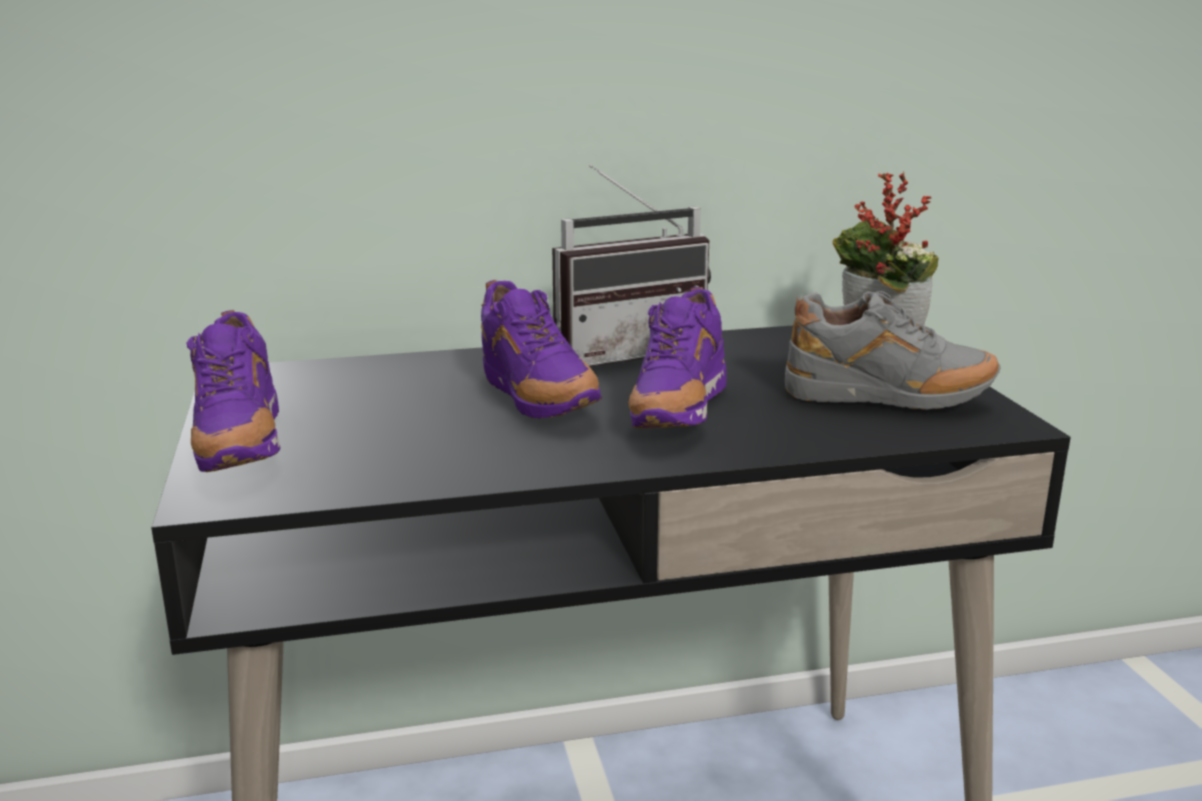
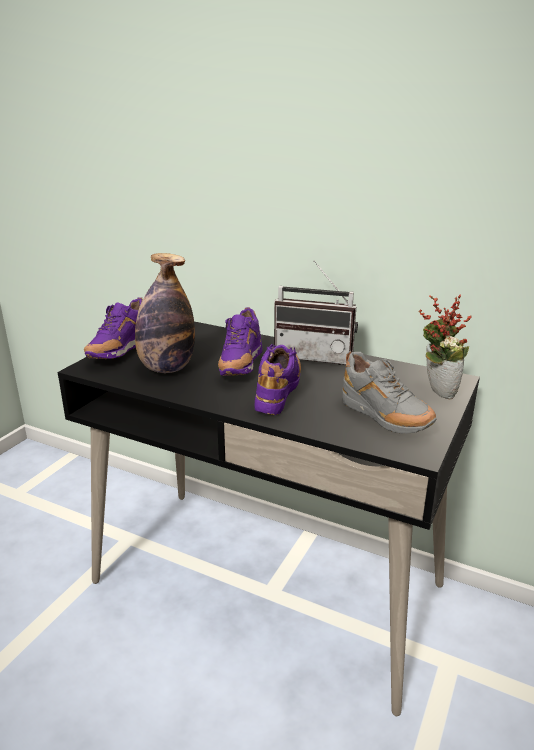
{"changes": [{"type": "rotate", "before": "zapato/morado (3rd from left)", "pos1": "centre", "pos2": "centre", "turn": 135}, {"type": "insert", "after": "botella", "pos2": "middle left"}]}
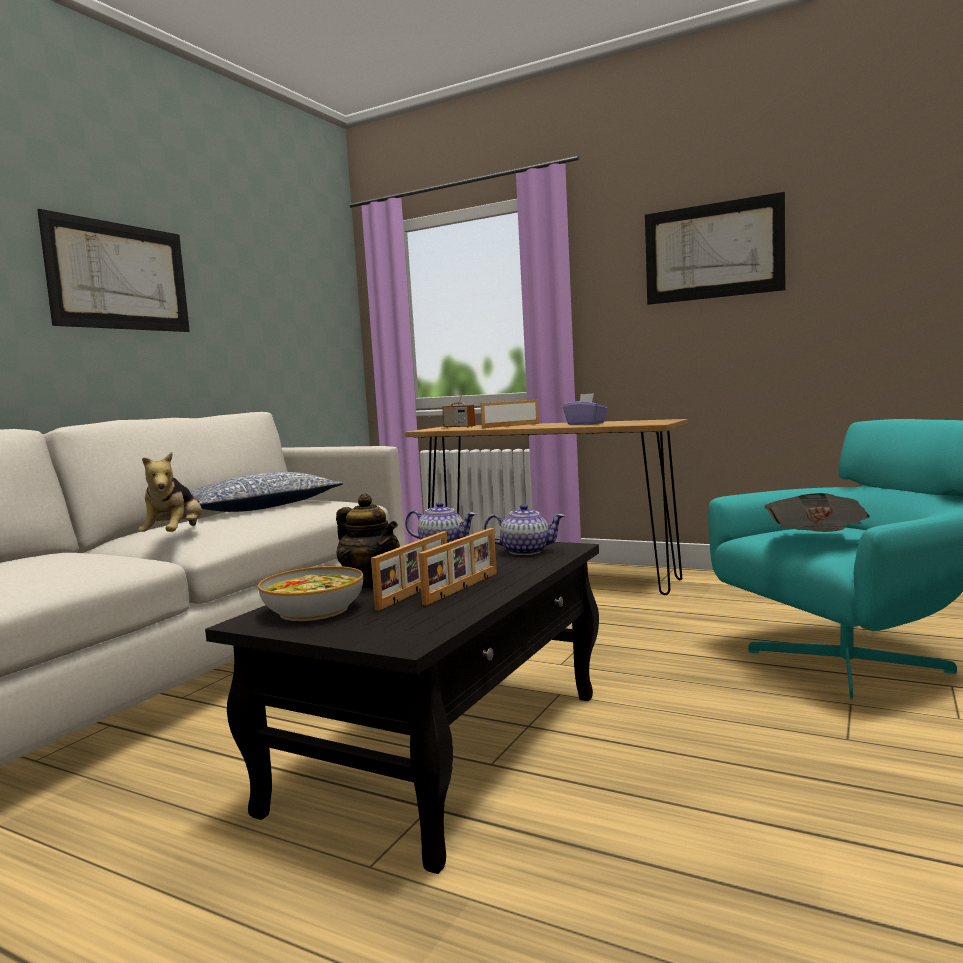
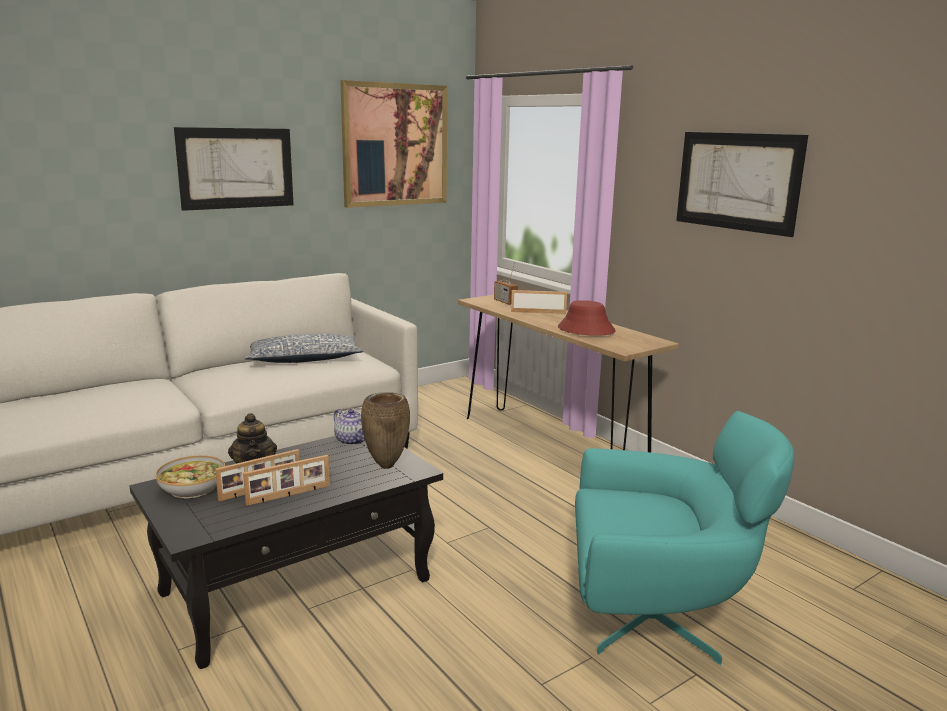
{"changes": [{"type": "replace", "before": "caja de pañuelos/morado", "after": "sombrero/rojo", "pos1": "centre", "pos2": "centre"}, {"type": "delete", "before": "peluche", "pos1": "middle left"}, {"type": "delete", "before": "periódico", "pos1": "middle right"}, {"type": "replace", "before": "tetera (3rd from left)", "after": "florero/marrón", "pos1": "centre", "pos2": "centre"}, {"type": "insert", "after": "cuadro (2nd from left)", "pos2": "top centre"}]}
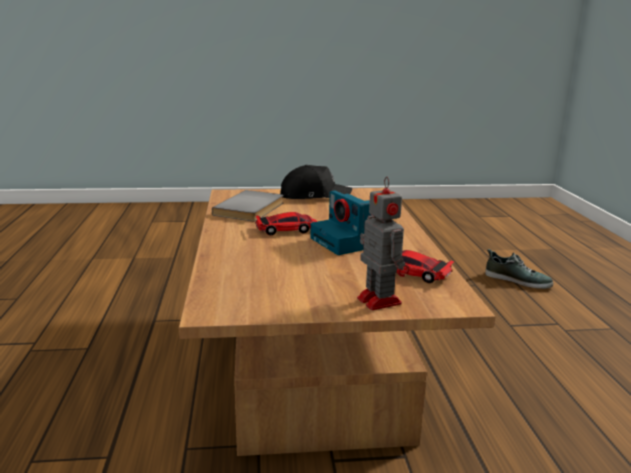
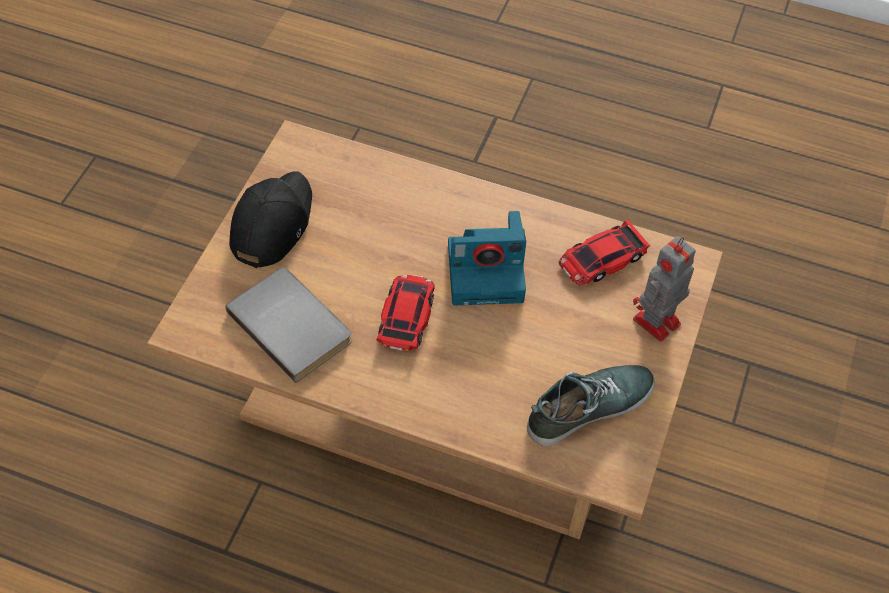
{"changes": [{"type": "rotate", "before": "robot de juguete", "pos1": "centre", "pos2": "middle right", "turn": -45}, {"type": "move", "before": "zapato", "pos1": "middle right", "pos2": "bottom centre"}]}
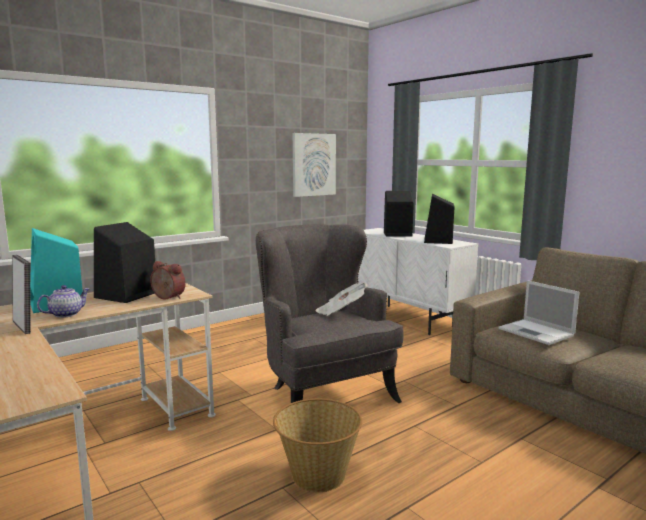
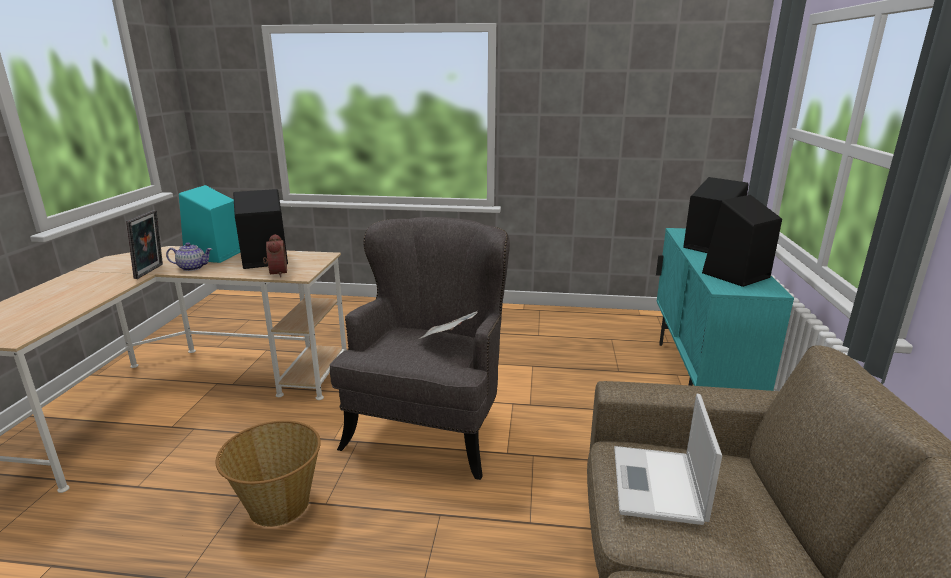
{"changes": [{"type": "delete", "before": "cuadro", "pos1": "top centre"}, {"type": "recolor", "before": "armario/blanco", "after": "armario/turquesa", "pos1": "centre", "pos2": "middle right"}]}
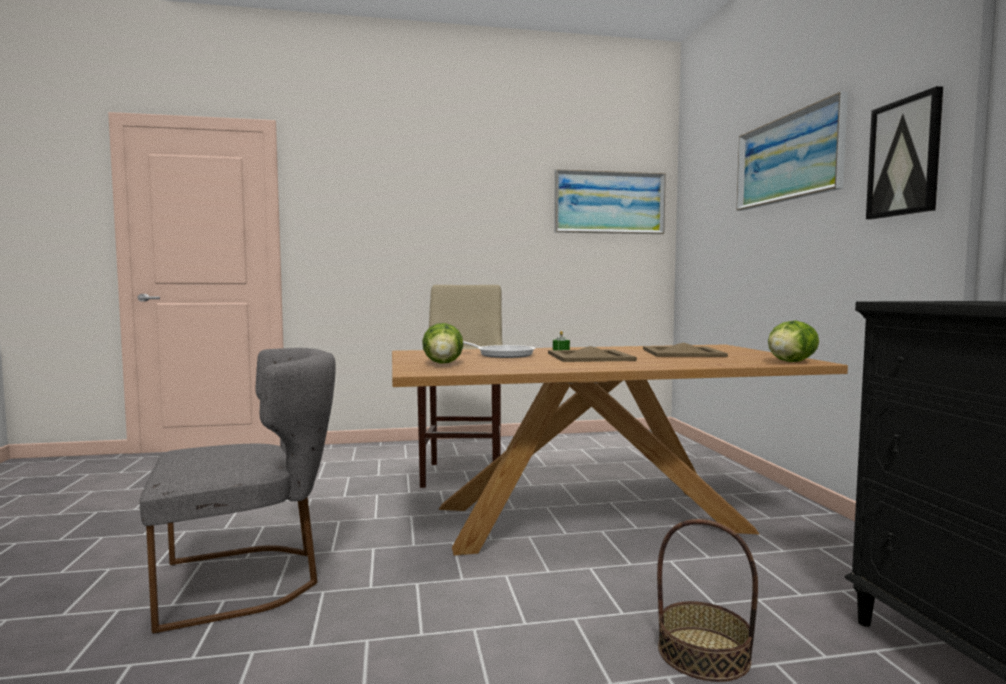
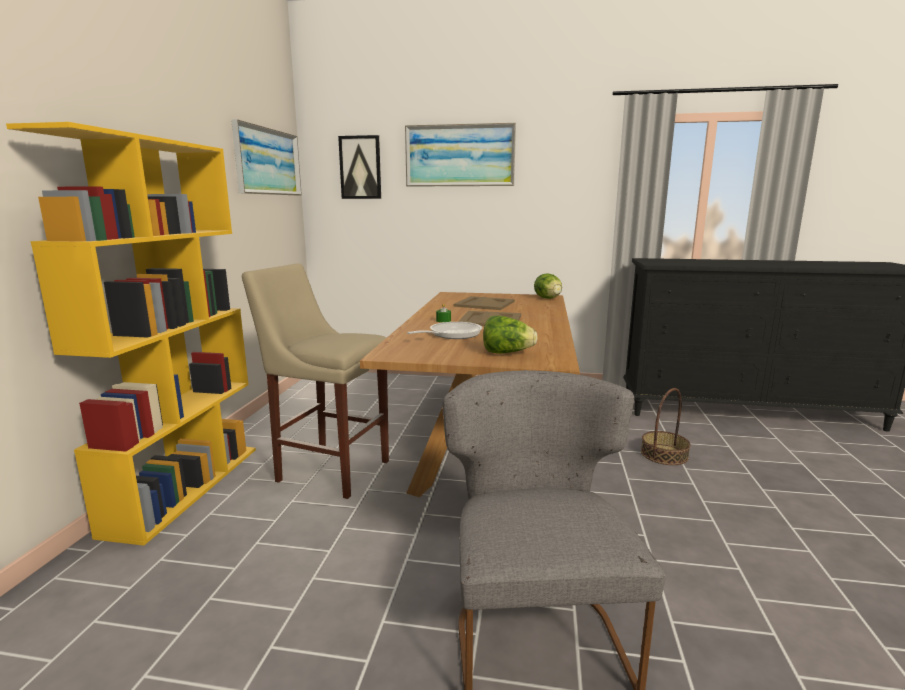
{"changes": [{"type": "move", "before": "cuadro (3rd from left in the first image)", "after": "cuadro (2nd from left)", "pos1": "top right", "pos2": "top centre"}, {"type": "insert", "after": "estantería/amarillo", "pos2": "middle left"}]}
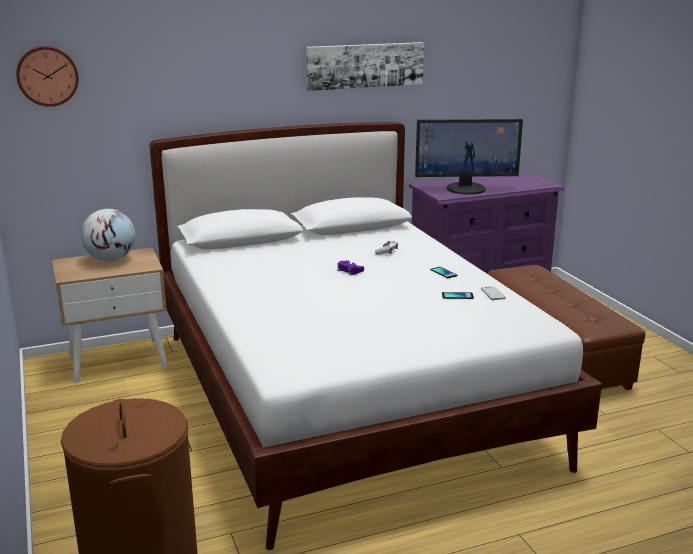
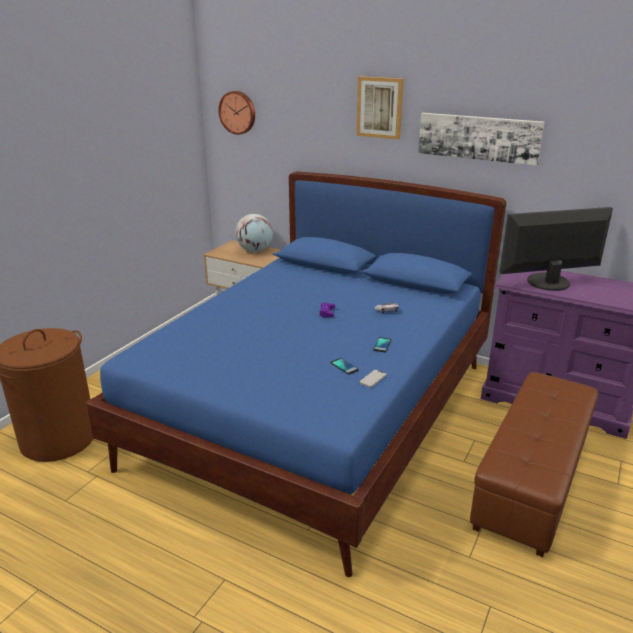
{"changes": [{"type": "rotate", "before": "monitor", "pos1": "top right", "pos2": "middle right", "turn": 120}, {"type": "recolor", "before": "cama/blanco", "after": "cama/azul", "pos1": "centre", "pos2": "centre"}, {"type": "insert", "after": "cuadro (1st from left)", "pos2": "top centre"}]}
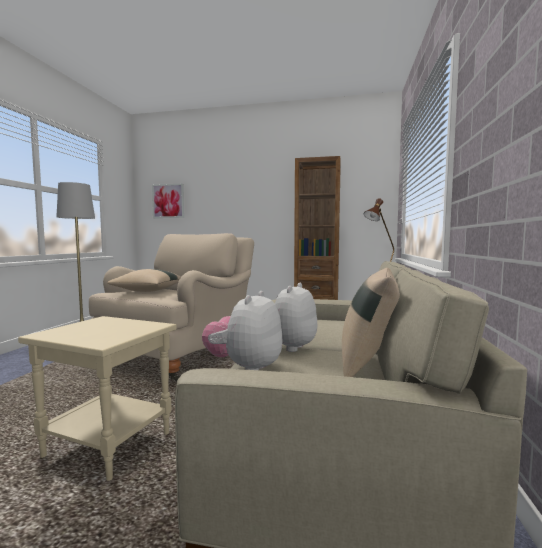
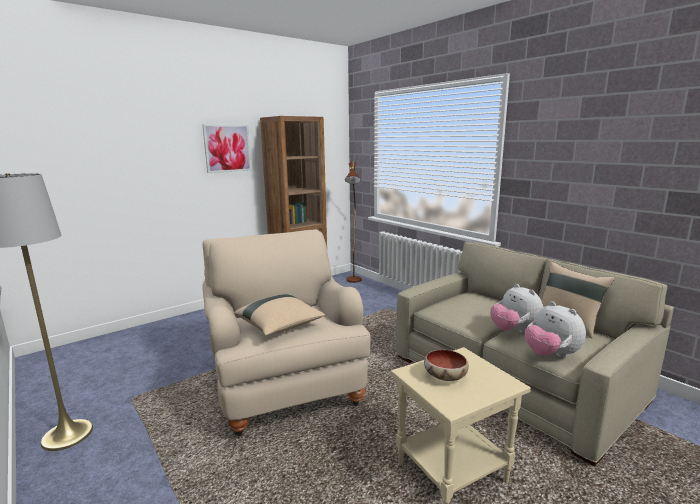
{"changes": [{"type": "move", "before": "cuadro", "pos1": "middle left", "pos2": "top left"}, {"type": "insert", "after": "cuenco", "pos2": "bottom centre"}]}
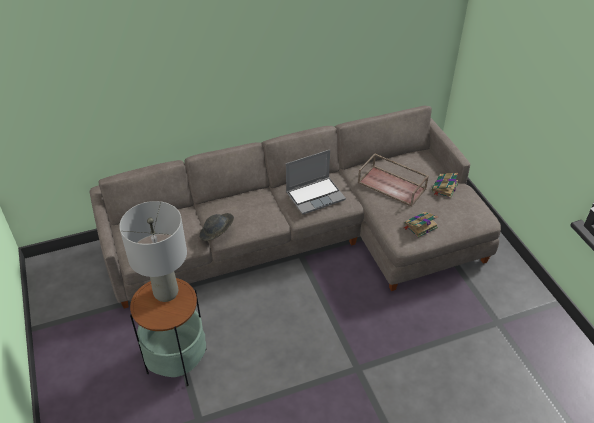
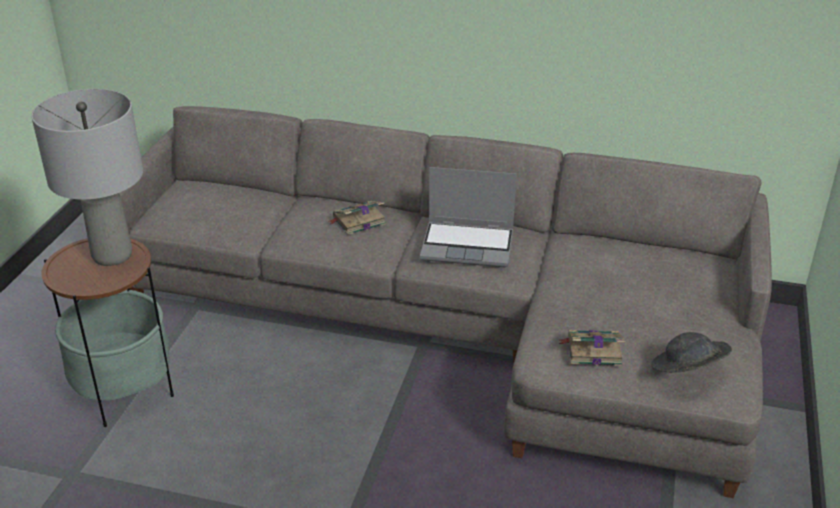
{"changes": [{"type": "delete", "before": "bandeja/marrón", "pos1": "centre"}, {"type": "move", "before": "libro (2nd from left in the first image)", "after": "libro (1st from left)", "pos1": "middle right", "pos2": "centre"}, {"type": "move", "before": "sombrero/gris", "pos1": "centre", "pos2": "bottom right"}]}
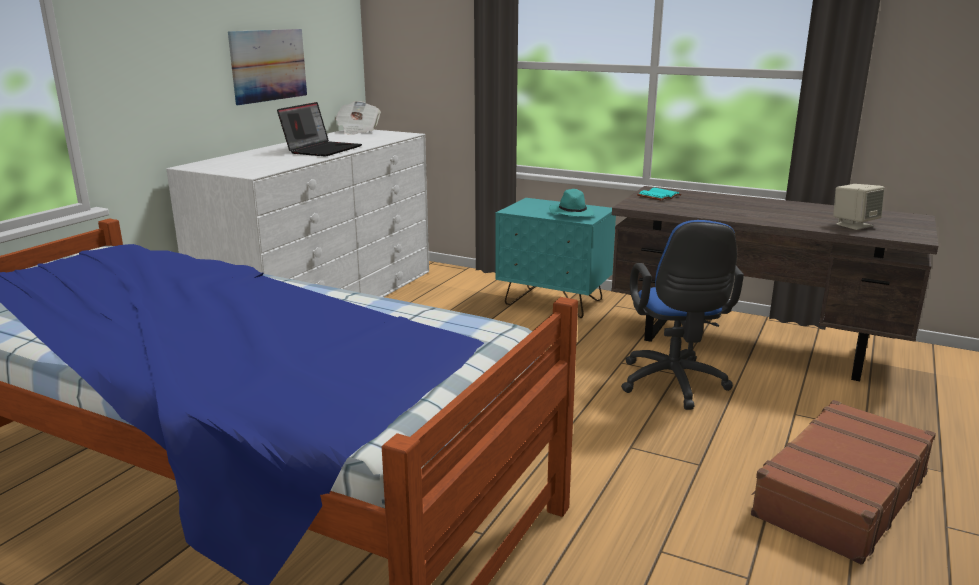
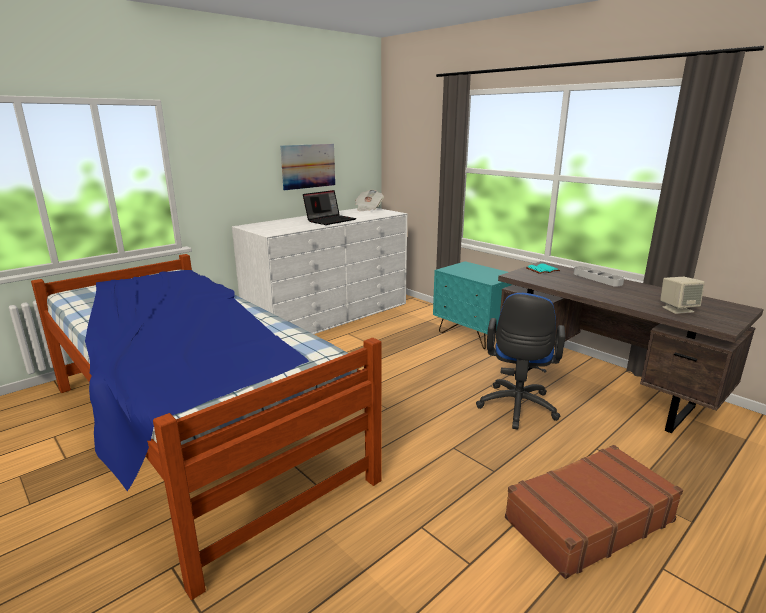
{"changes": [{"type": "delete", "before": "sombrero/turquesa", "pos1": "centre"}, {"type": "insert", "after": "bandeja/gris", "pos2": "middle right"}]}
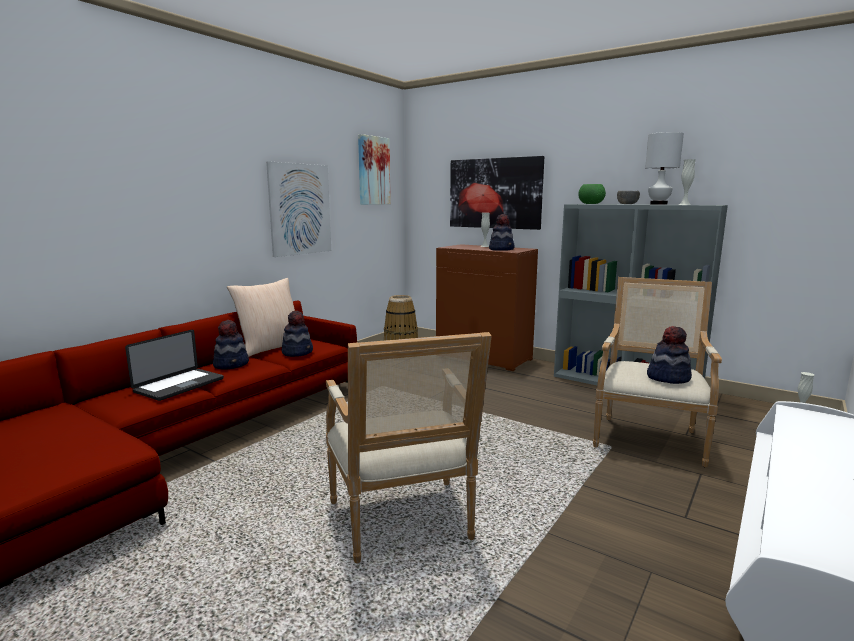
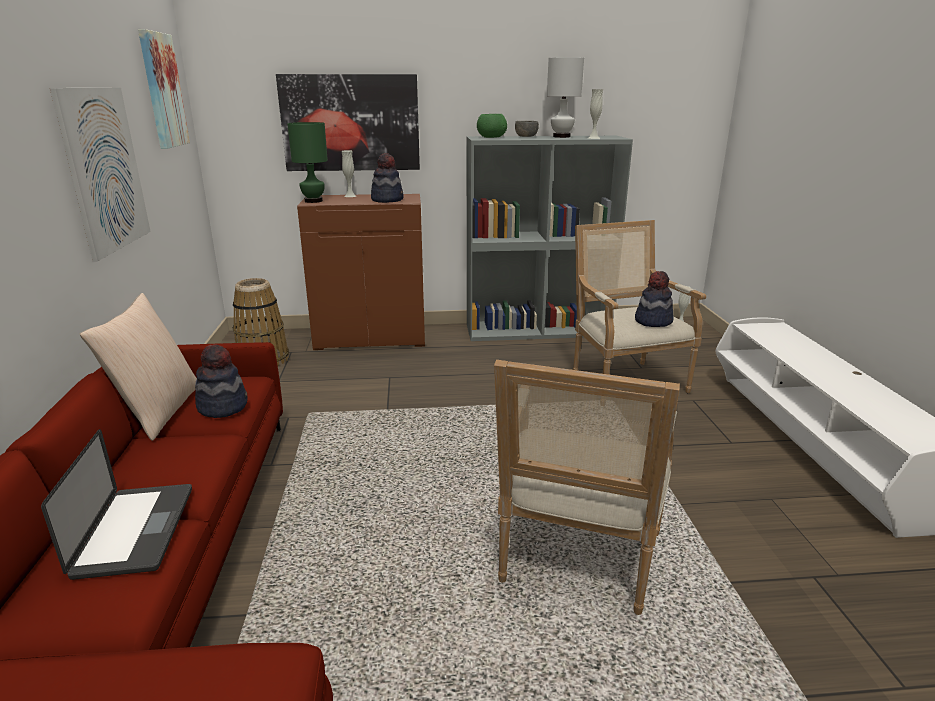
{"changes": [{"type": "delete", "before": "sombrero (1st from left)", "pos1": "middle left"}, {"type": "rotate", "before": "sillón (1st from left)", "pos1": "bottom centre", "pos2": "bottom centre", "turn": 75}, {"type": "insert", "after": "lámpara de mesa/verde", "pos2": "top left"}]}
